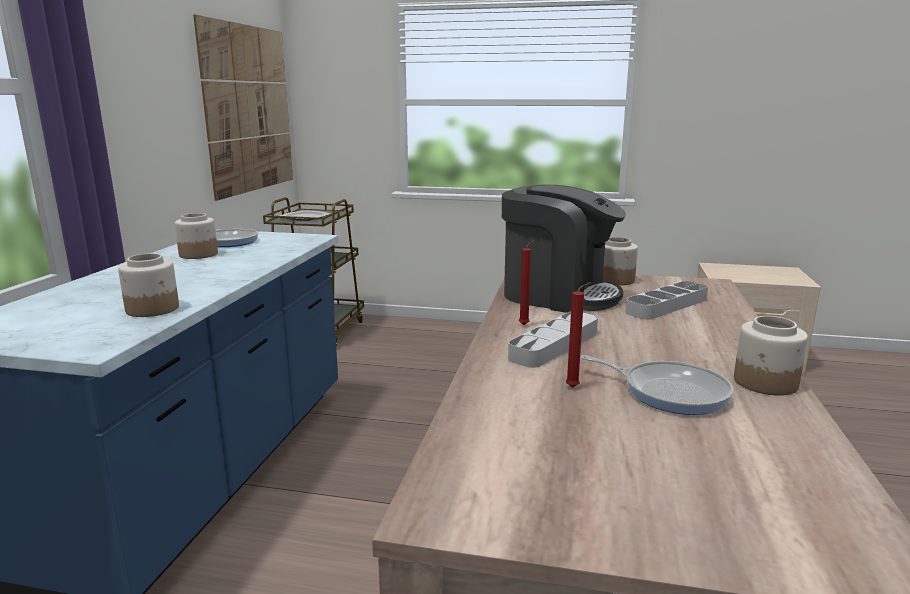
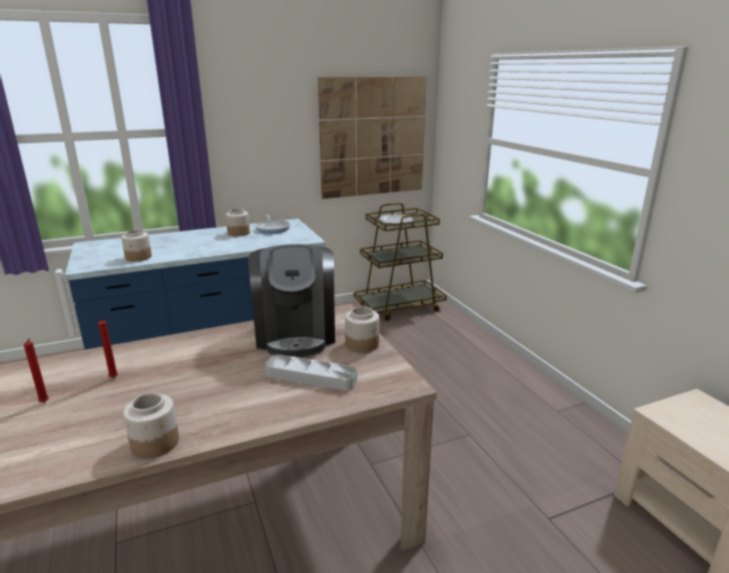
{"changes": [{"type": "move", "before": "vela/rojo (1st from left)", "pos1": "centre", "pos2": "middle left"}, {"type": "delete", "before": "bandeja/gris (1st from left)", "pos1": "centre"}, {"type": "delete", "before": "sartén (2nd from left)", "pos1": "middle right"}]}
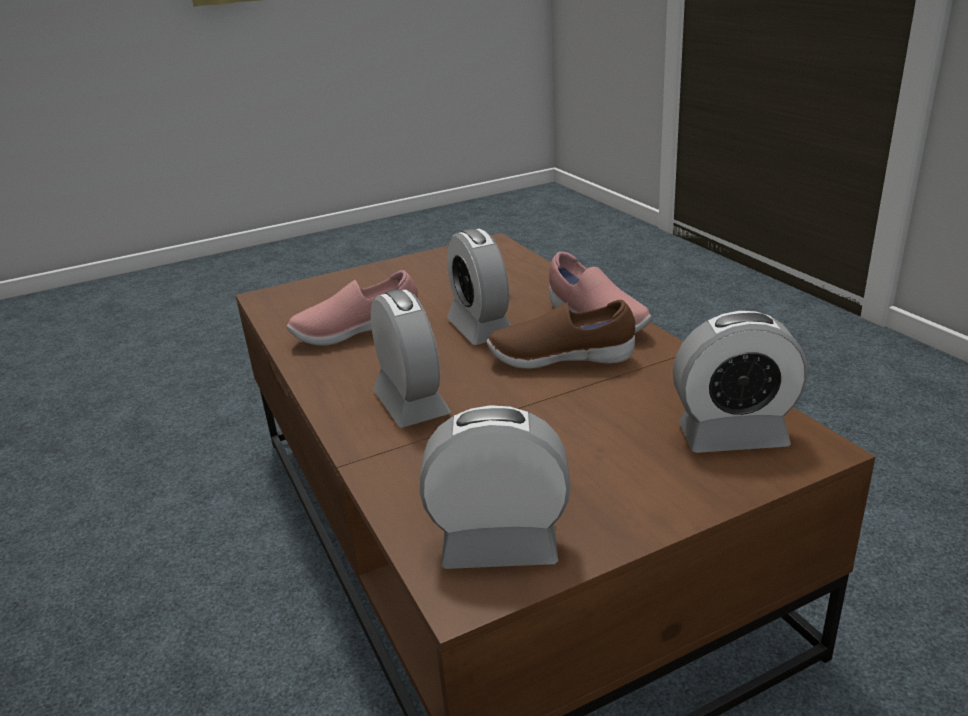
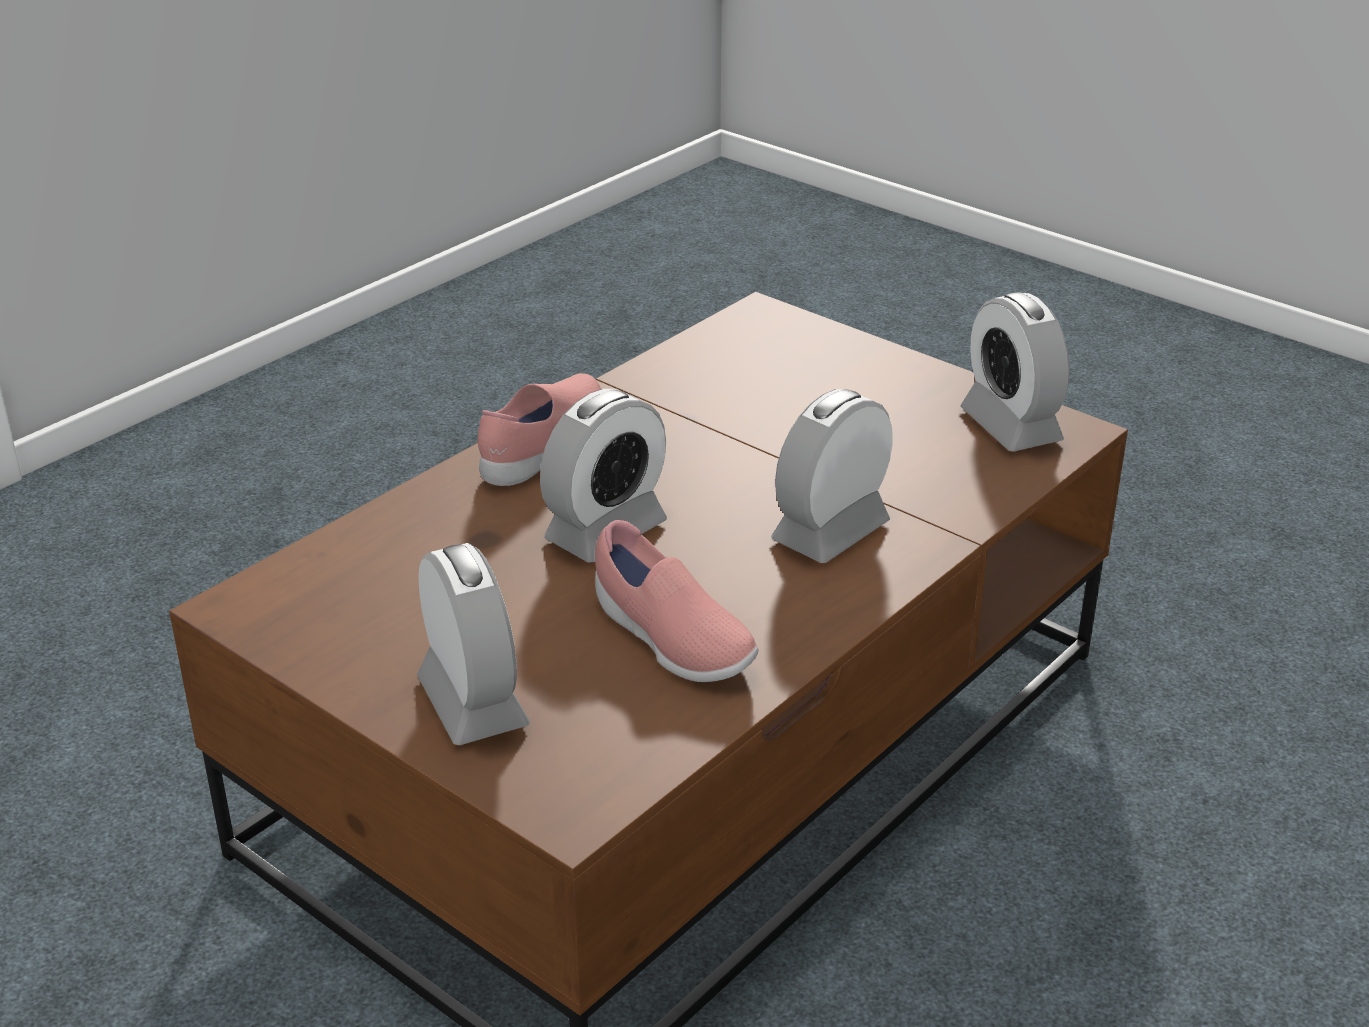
{"changes": [{"type": "delete", "before": "zapato/marrón", "pos1": "centre"}, {"type": "move", "before": "despertador (4th from left in the first image)", "after": "despertador (1st from left)", "pos1": "middle right", "pos2": "centre"}]}
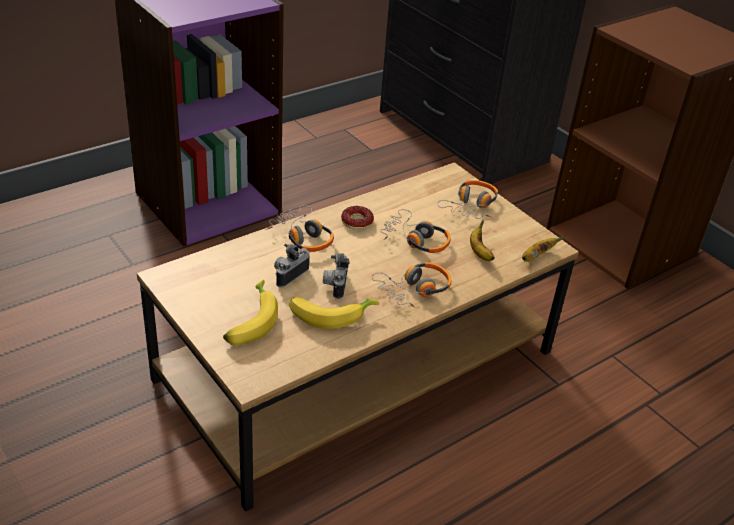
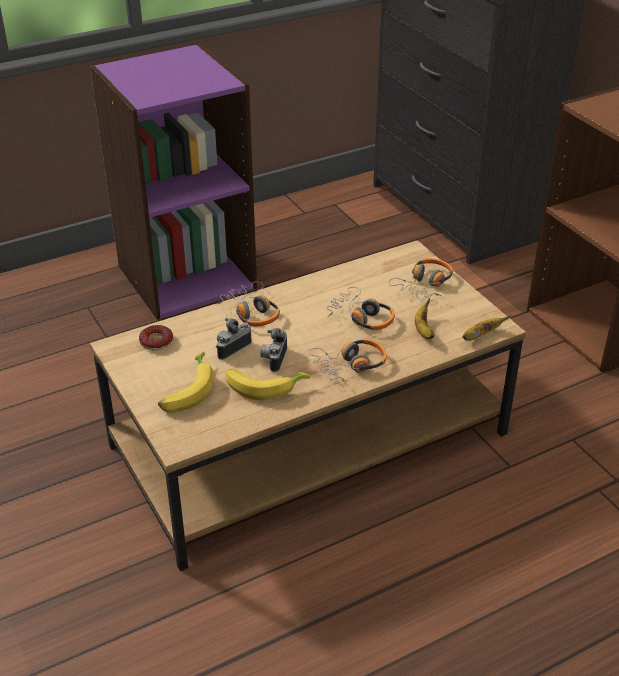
{"changes": [{"type": "move", "before": "rosquilla", "pos1": "centre", "pos2": "middle left"}]}
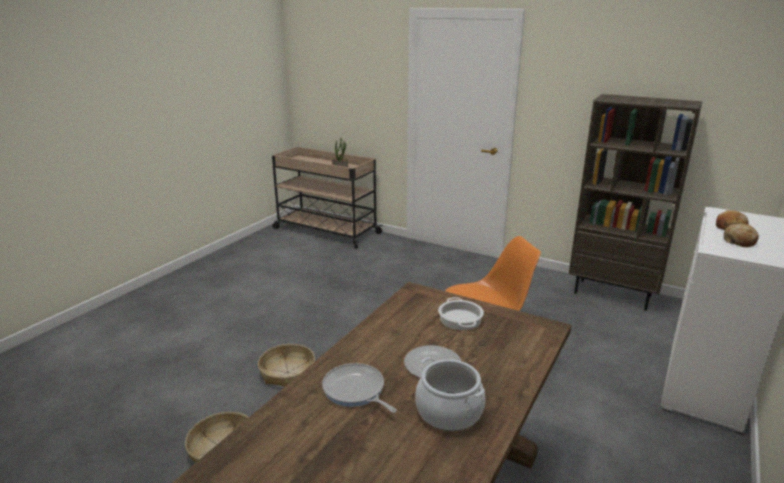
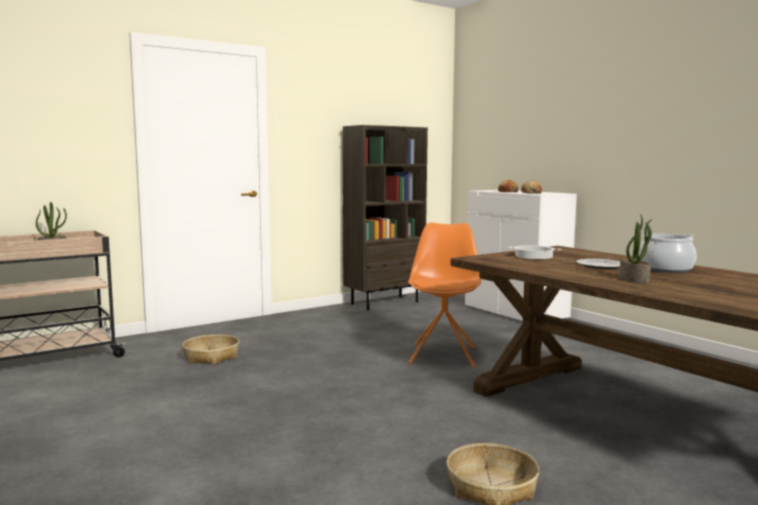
{"changes": [{"type": "move", "before": "cesta (2nd from left in the first image)", "after": "cesta (1st from left)", "pos1": "bottom centre", "pos2": "bottom left"}, {"type": "replace", "before": "sartén", "after": "planta en maceta (2nd from left)", "pos1": "bottom centre", "pos2": "middle right"}]}
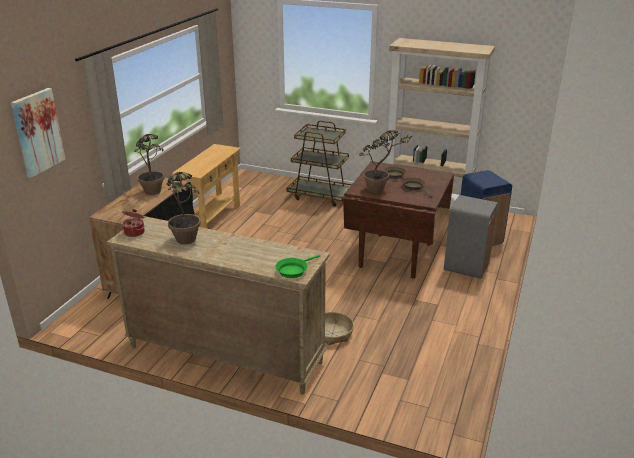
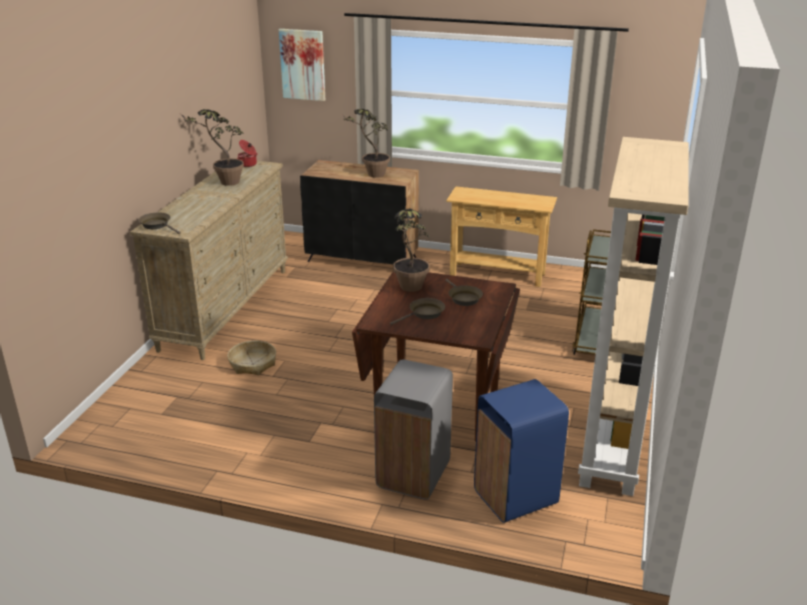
{"changes": [{"type": "recolor", "before": "sartén/verde", "after": "sartén/marrón (1st from left)", "pos1": "centre", "pos2": "middle left"}]}
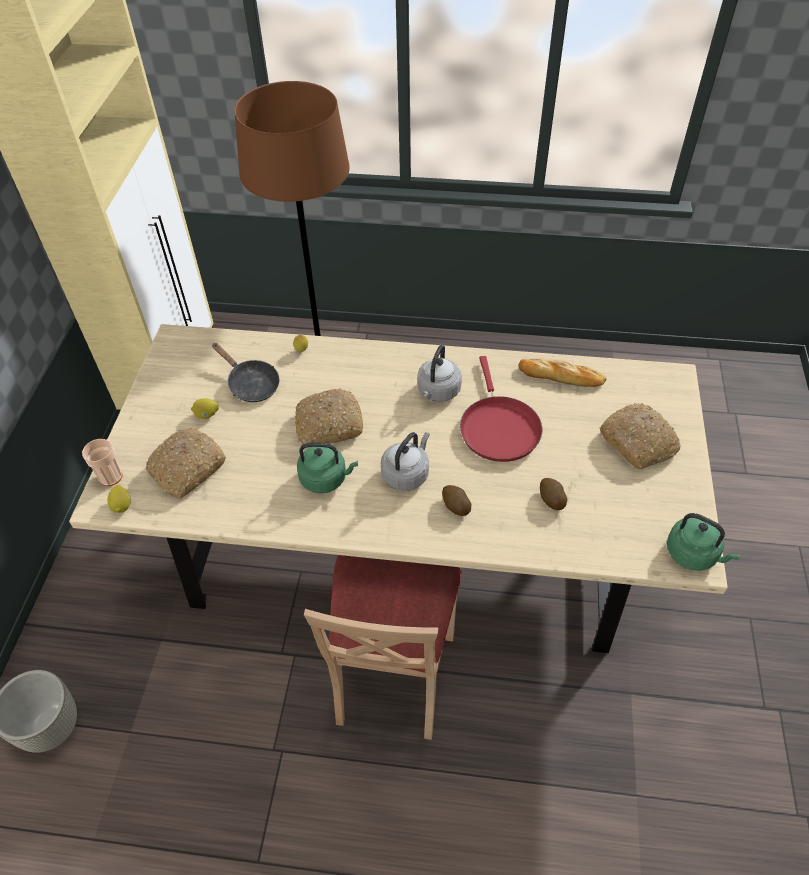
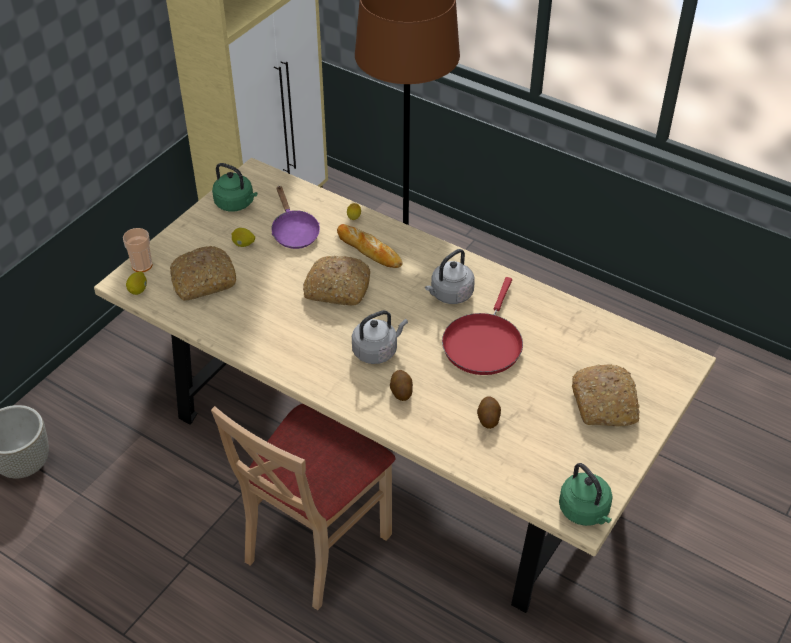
{"changes": [{"type": "recolor", "before": "sartén/negro", "after": "sartén/morado", "pos1": "middle left", "pos2": "centre"}, {"type": "move", "before": "pan (3rd from left)", "pos1": "middle right", "pos2": "centre"}, {"type": "move", "before": "hervidor/verde (1st from left)", "pos1": "centre", "pos2": "top left"}]}
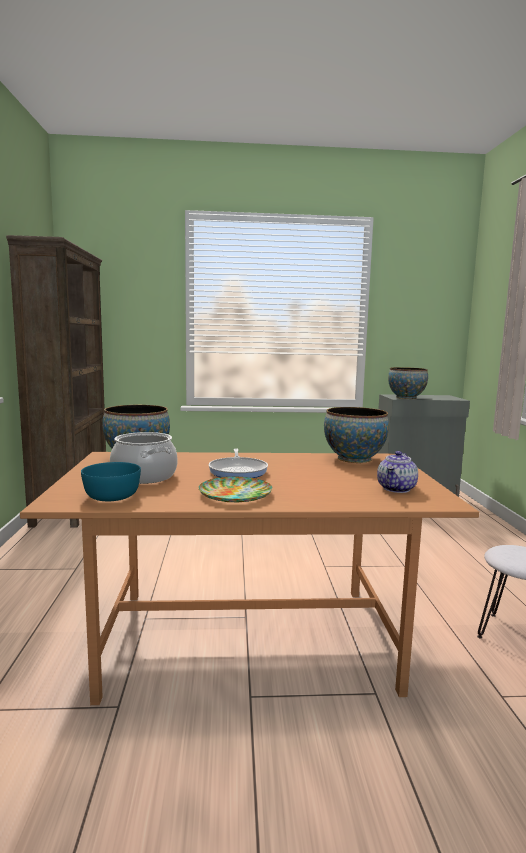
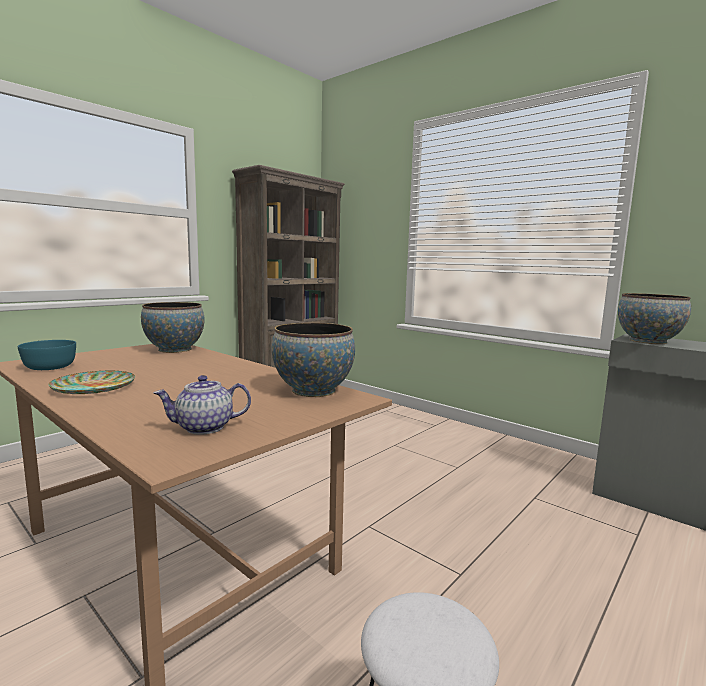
{"changes": [{"type": "delete", "before": "olla", "pos1": "middle left"}, {"type": "delete", "before": "sartén", "pos1": "centre"}]}
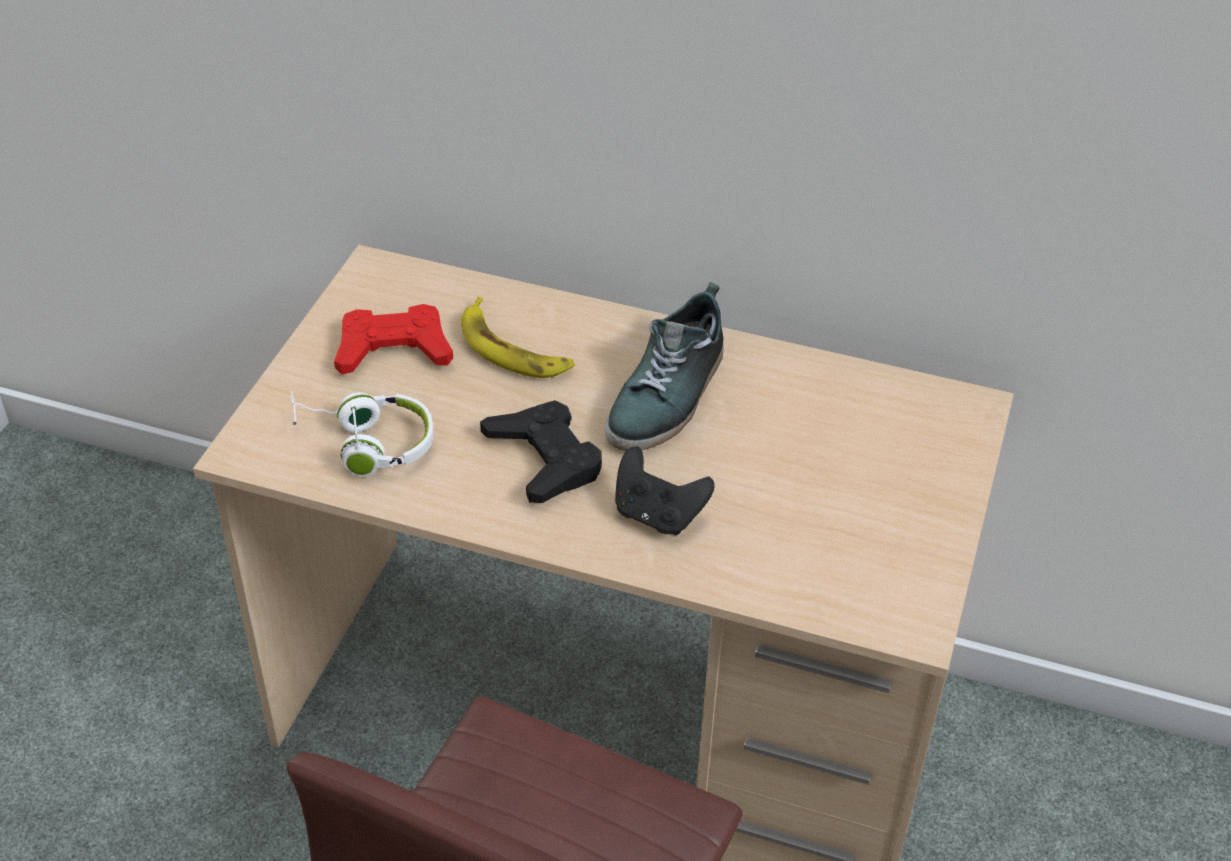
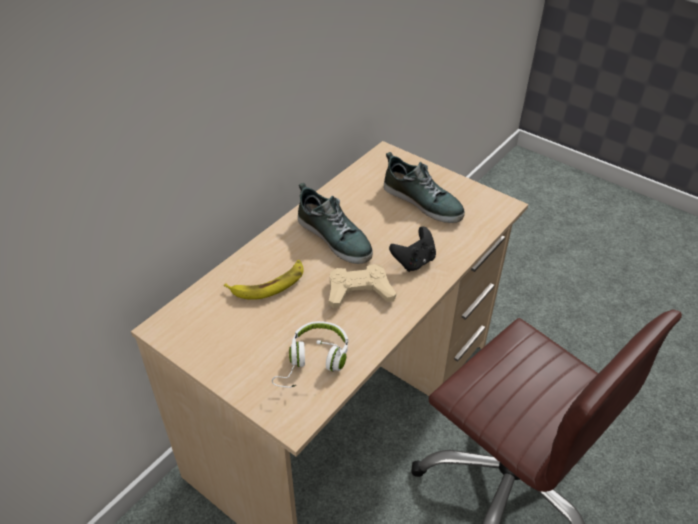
{"changes": [{"type": "delete", "before": "mando de consola/rojo", "pos1": "middle left"}, {"type": "recolor", "before": "mando de consola/negro (1st from left)", "after": "mando de consola/beis", "pos1": "centre", "pos2": "centre"}, {"type": "insert", "after": "zapato (2nd from left)", "pos2": "centre"}]}
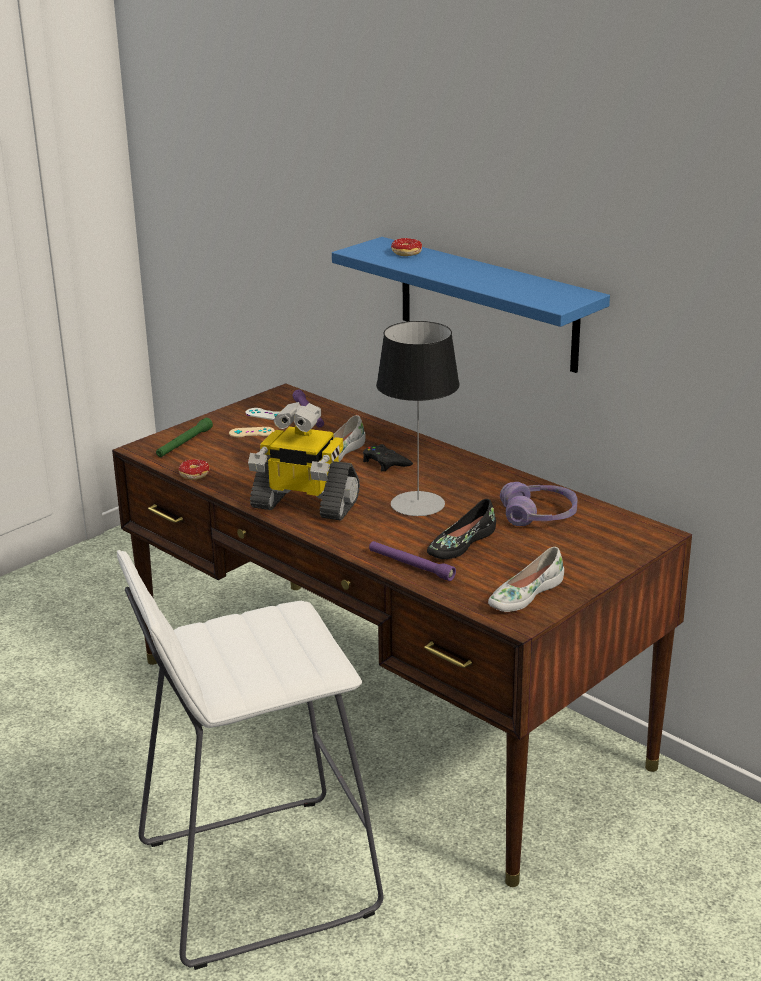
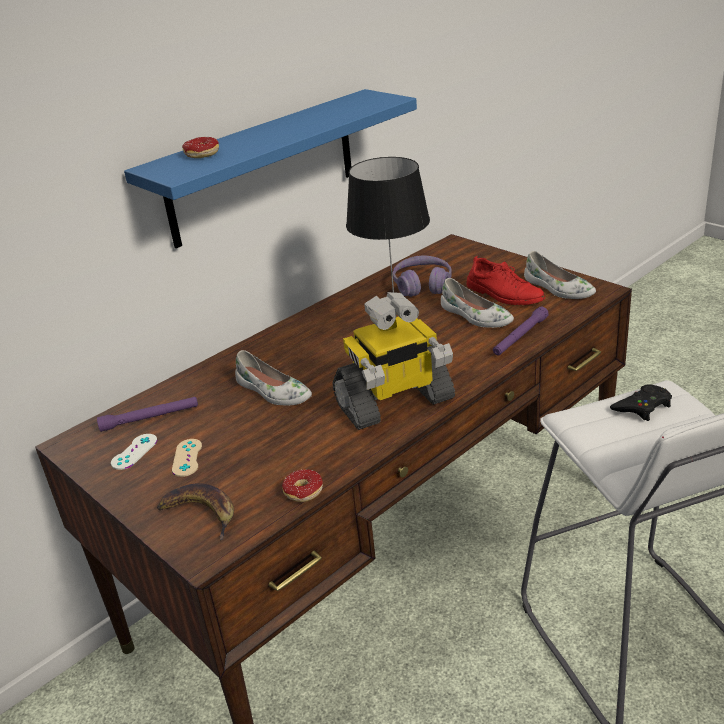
{"changes": [{"type": "rotate", "before": "robot de juguete", "pos1": "centre", "pos2": "centre", "turn": 45}, {"type": "replace", "before": "linterna/verde", "after": "plátano", "pos1": "middle left", "pos2": "bottom left"}, {"type": "move", "before": "mando de consola/negro", "pos1": "centre", "pos2": "middle right"}, {"type": "recolor", "before": "zapato/negro", "after": "zapato/blanco (2nd from left)", "pos1": "centre", "pos2": "centre"}, {"type": "insert", "after": "zapato/rojo", "pos2": "middle right"}]}
